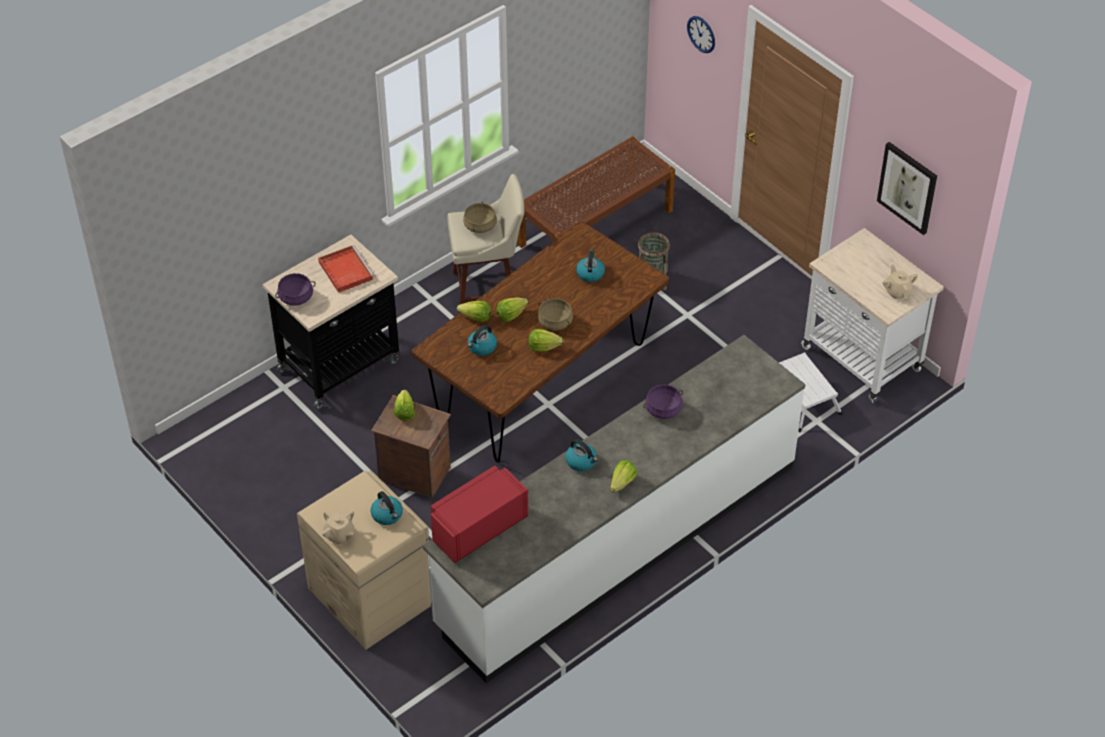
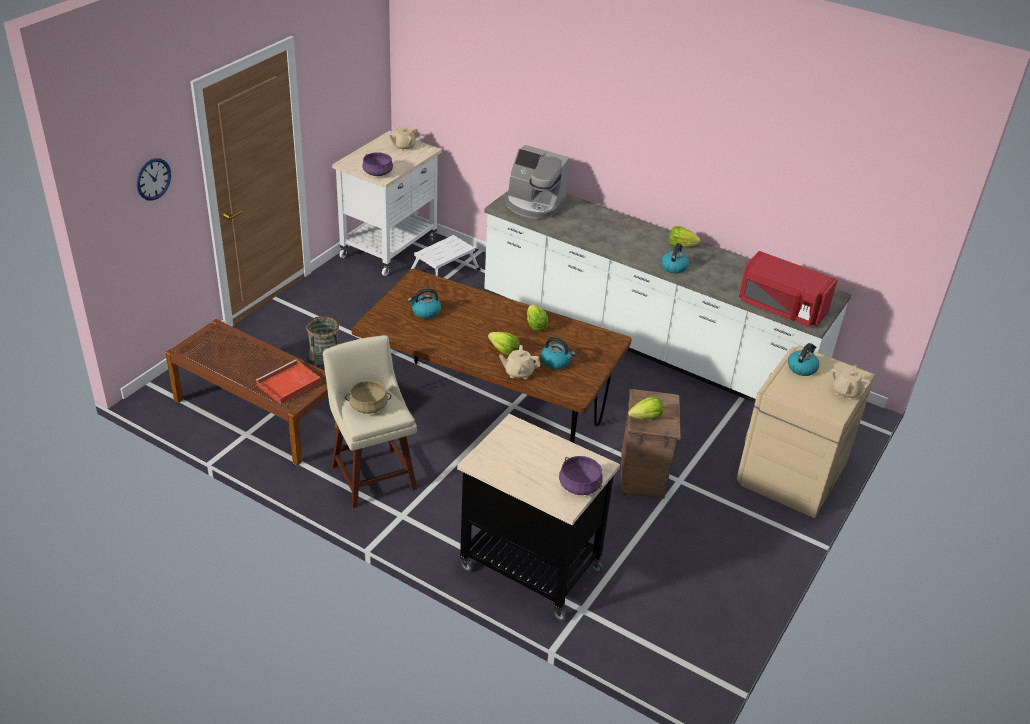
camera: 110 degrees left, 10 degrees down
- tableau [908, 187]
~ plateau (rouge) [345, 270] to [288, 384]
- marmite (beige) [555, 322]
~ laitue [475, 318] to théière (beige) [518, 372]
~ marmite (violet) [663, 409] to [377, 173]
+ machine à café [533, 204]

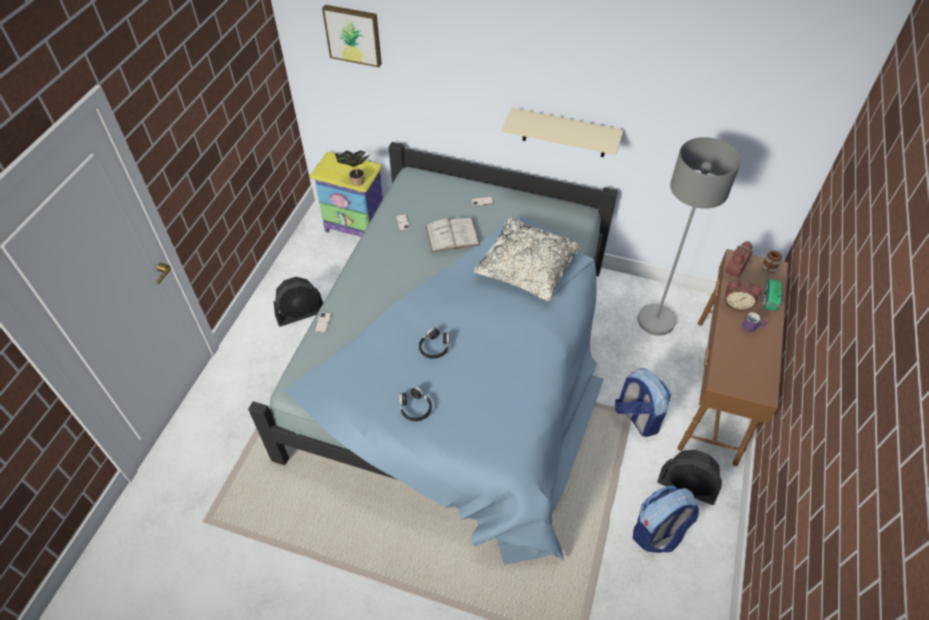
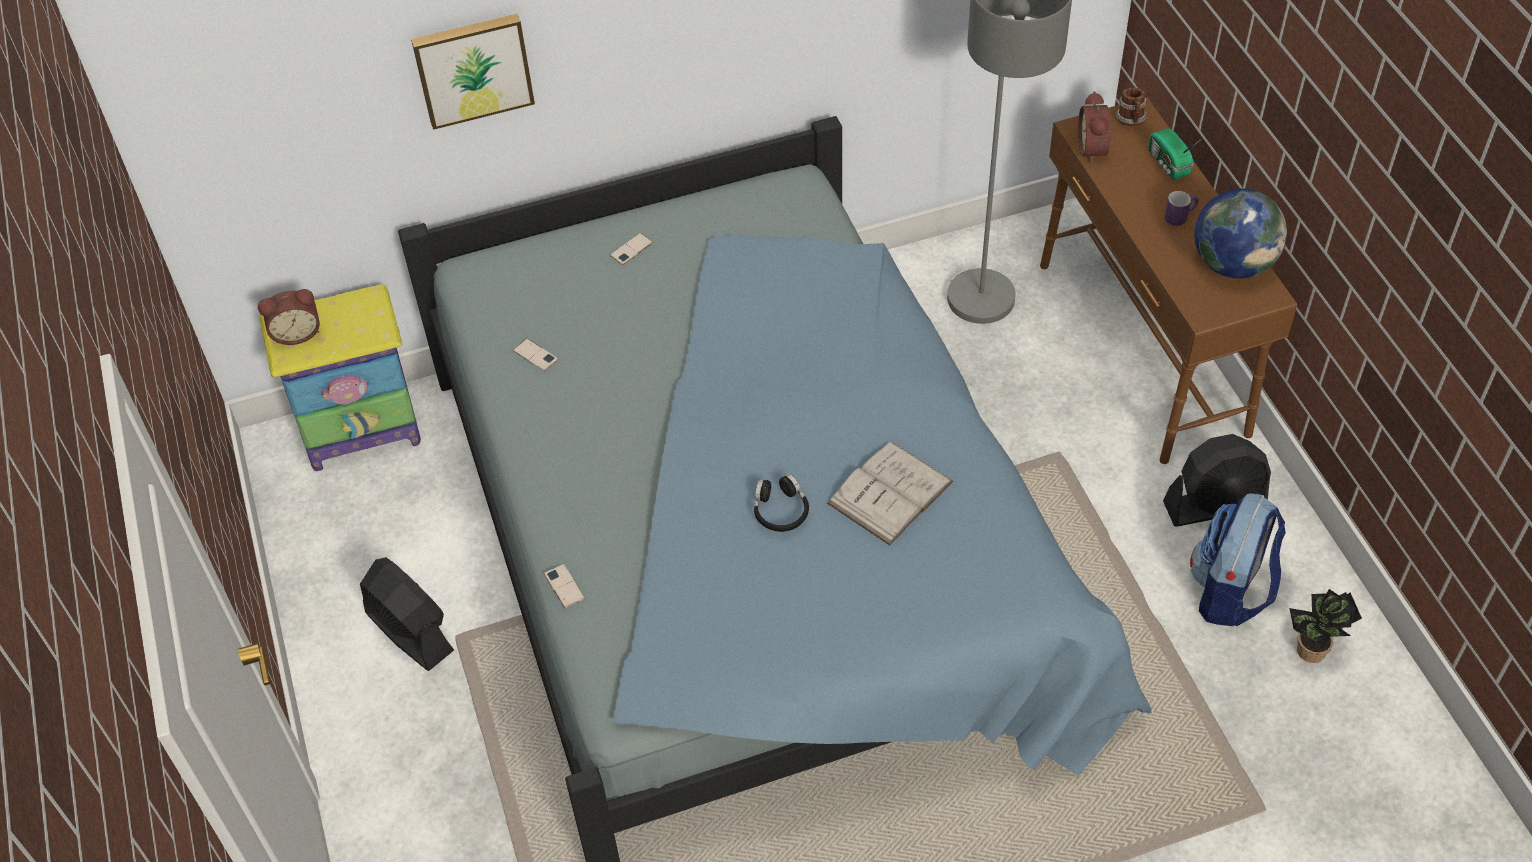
camera: 35 degrees left, 0 degrees up
~ tableau [353, 34] to [473, 68]
- étagère (beige) [564, 133]
~ plante en pot [356, 182] to [1310, 654]
~ livre (blanc) [452, 235] to [890, 492]
- coussin (beige) [527, 266]
~ ventilateur (noir) [300, 313] = [409, 631] 75 degrees counterclockwise
~ réveil [737, 304] to [296, 332]
- sac à dos [636, 417]
- casque audio (noir) [415, 408]
+ globe [1232, 264]

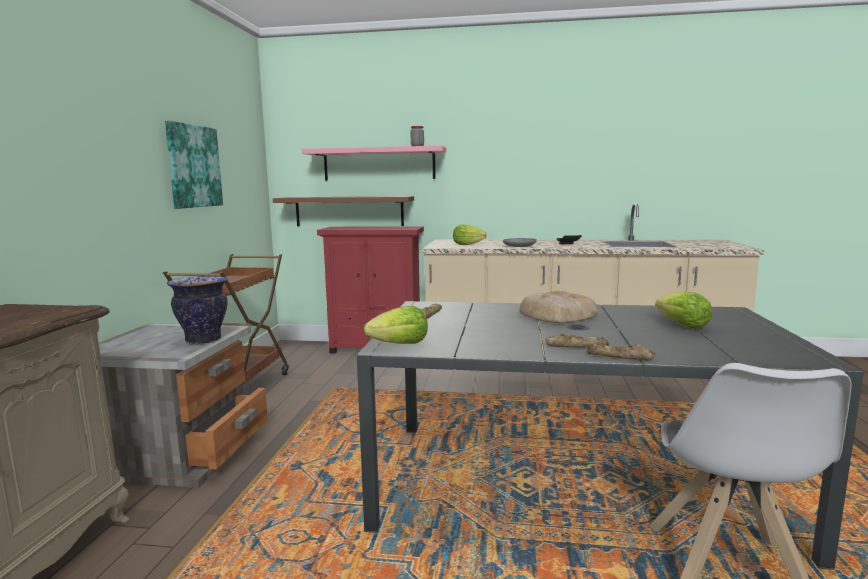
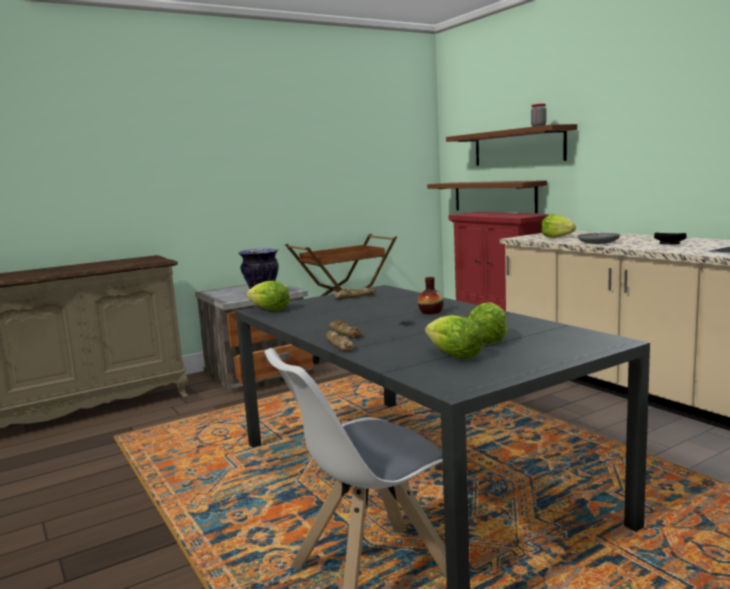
camera: 50 degrees right, 0 degrees up
- tableau [193, 166]
~ étagère (rose) [379, 164] to étagère (marron) [518, 147]
~ pain [556, 315] to vase [431, 312]
+ laitue [454, 356]

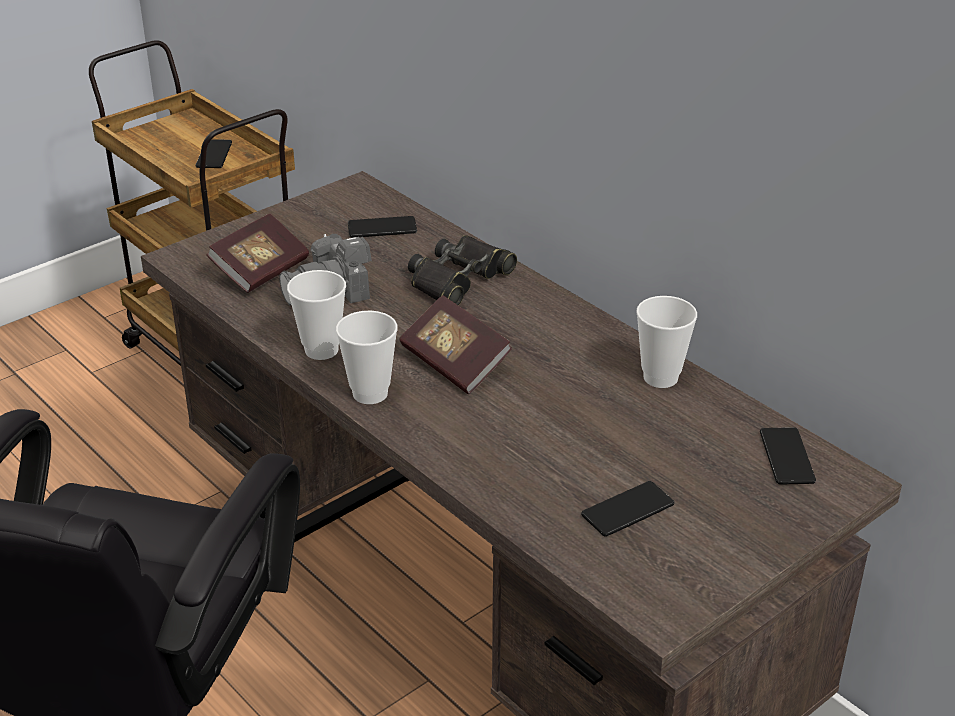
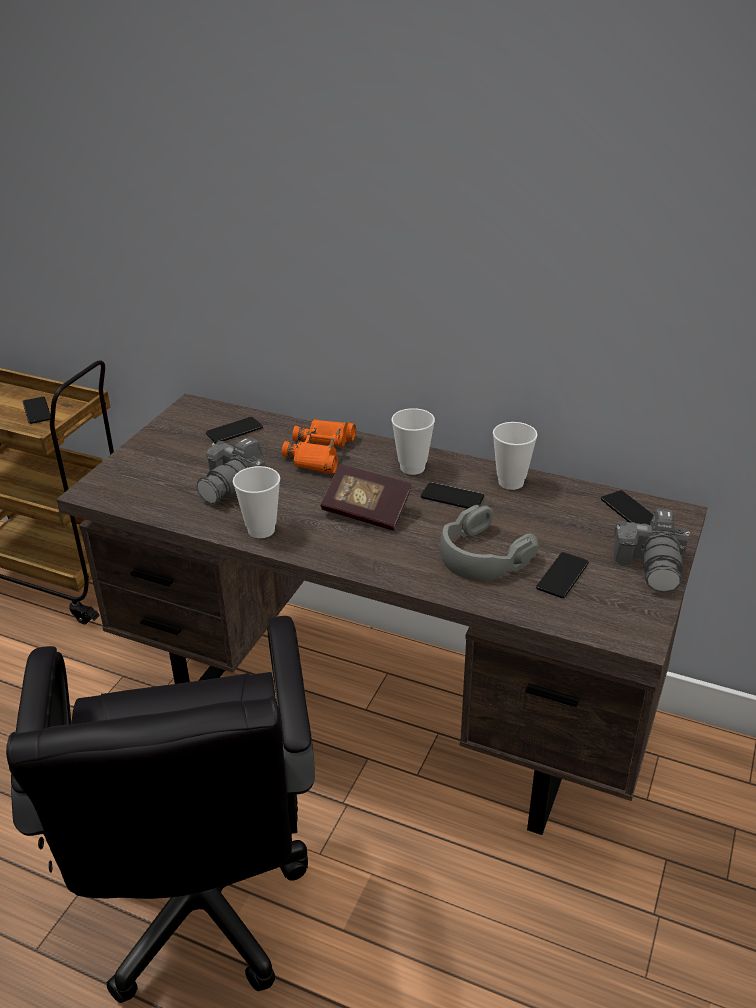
camera: 25 degrees left, 0 degrees up
- livre [260, 271]
~ jumelles (noir) [458, 279] to jumelles (orange) [320, 453]
~ tasse [370, 393] to [412, 468]
+ téléphone [452, 497]
+ casque audio (gris) [482, 555]
+ appareil photo [652, 566]

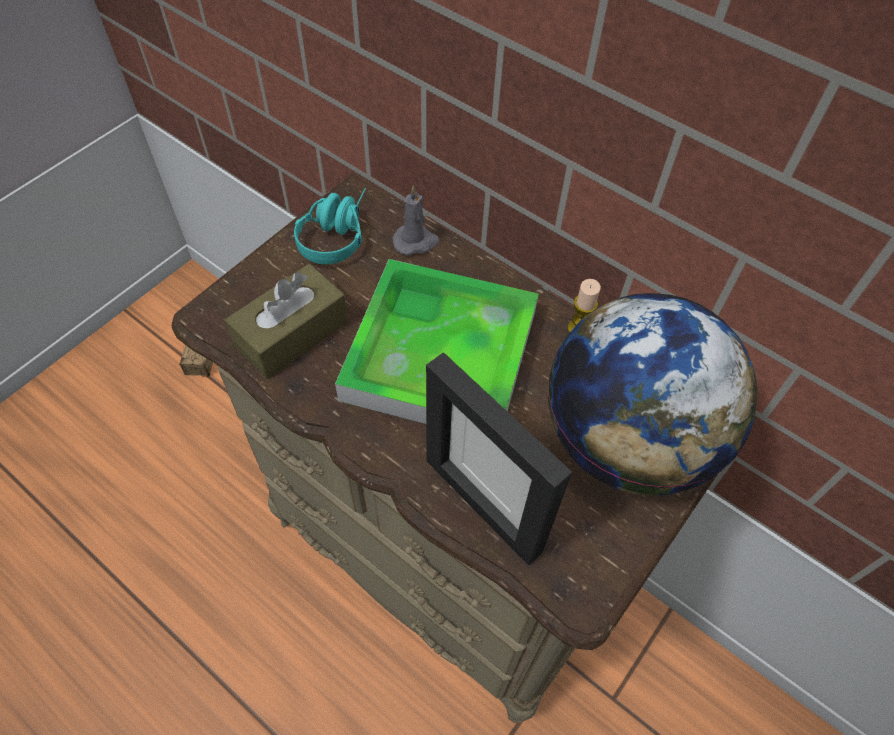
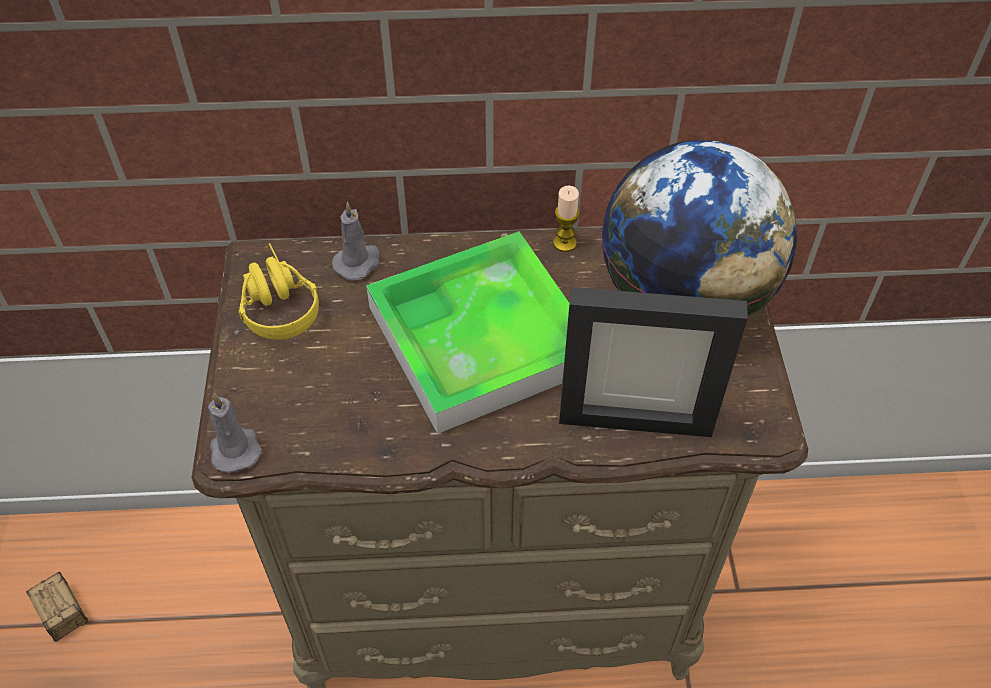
camera: 40 degrees left, 5 degrees down
~ casque audio (turquoise) [336, 233] to casque audio (jaune) [276, 302]
- boîte à mouchoirs (marron) [292, 333]
+ bougie (gris) [235, 448]

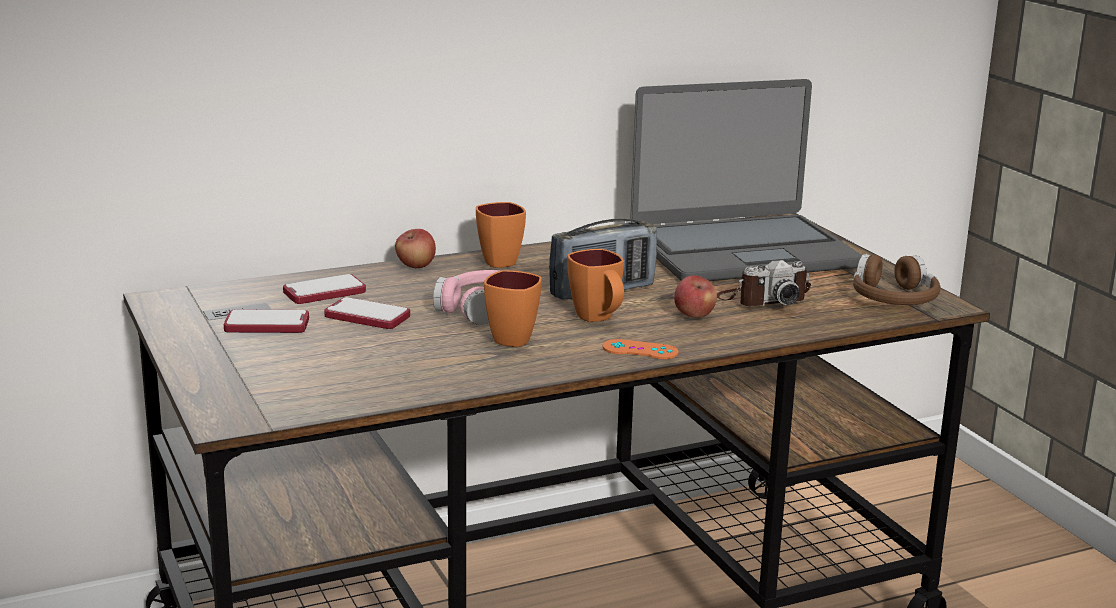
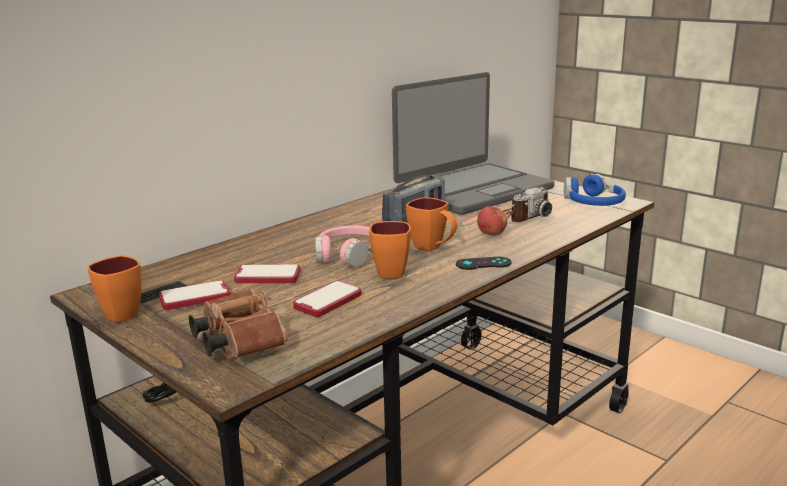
camera: 20 degrees left, 0 degrees up
~ mug (orange) [496, 260] to [117, 313]
- pomme [415, 266]
~ casque audio (marron) [893, 298] to casque audio (bleu) [592, 203]
~ téléphone [324, 292] to [328, 301]
~ manette (orange) [640, 350] to manette (noir) [483, 264]
+ jumelles (marron) [238, 341]

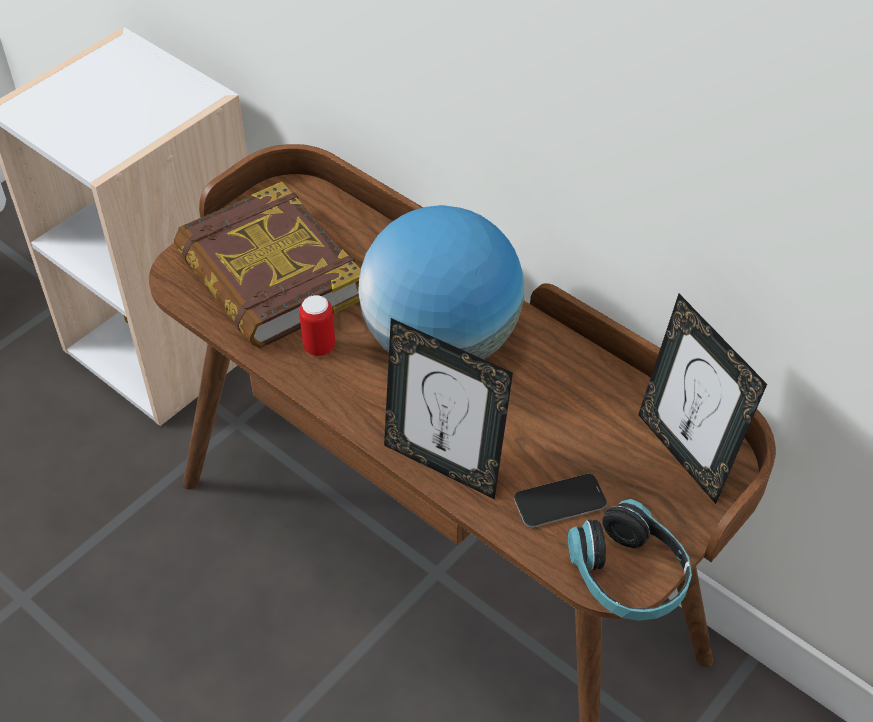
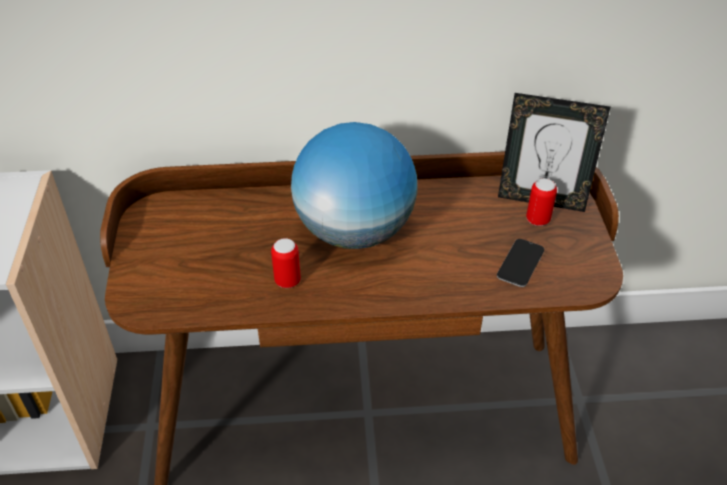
camera: 45 degrees left, 5 degrees down
- livre [269, 276]
- cadre photo [443, 464]
- casque audio [628, 575]
+ boîte métallique [537, 220]

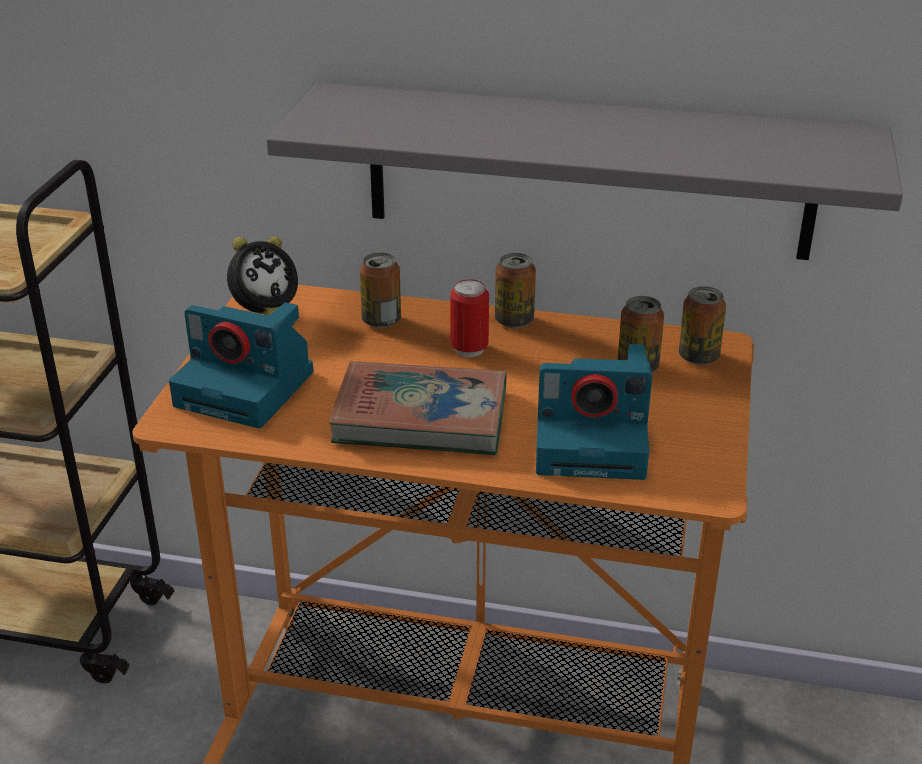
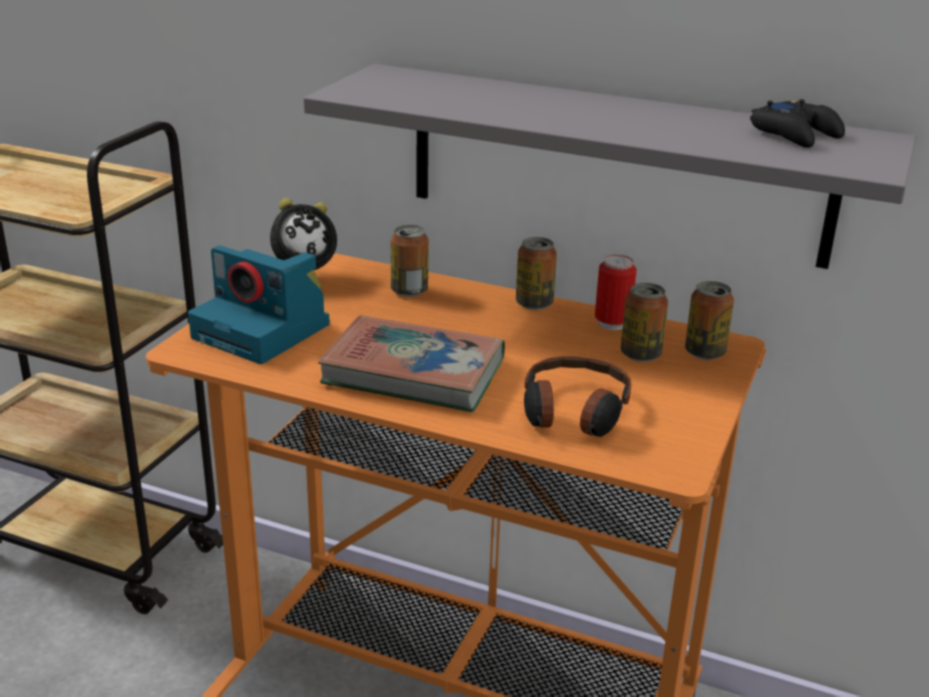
camera: 10 degrees right, 5 degrees down
~ boîte métallique [469, 349] to [612, 323]
~ appareil photo [593, 441] to casque audio [573, 412]
+ manette (noir) [796, 134]

